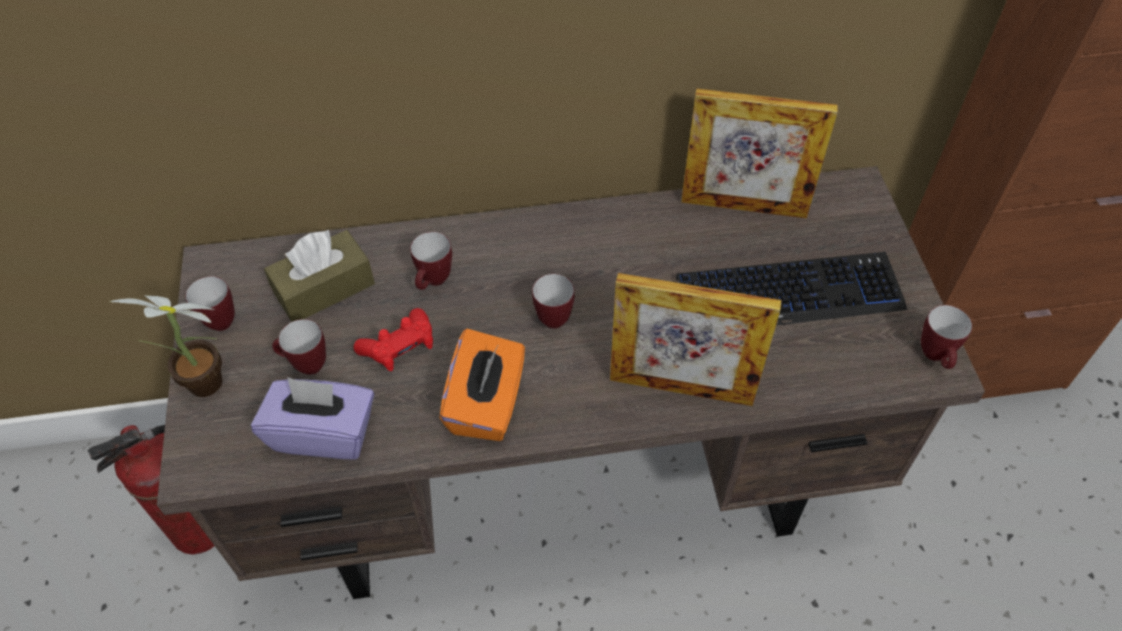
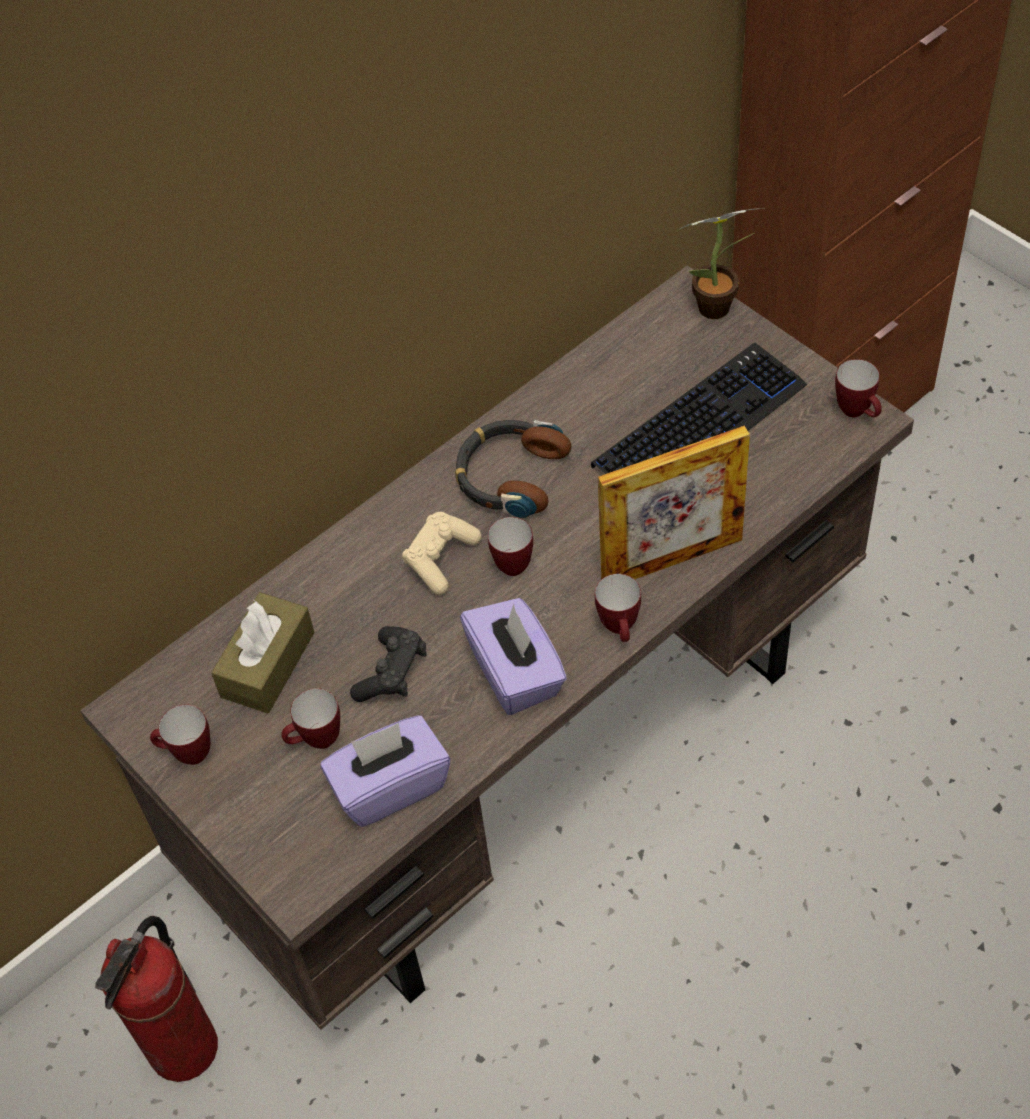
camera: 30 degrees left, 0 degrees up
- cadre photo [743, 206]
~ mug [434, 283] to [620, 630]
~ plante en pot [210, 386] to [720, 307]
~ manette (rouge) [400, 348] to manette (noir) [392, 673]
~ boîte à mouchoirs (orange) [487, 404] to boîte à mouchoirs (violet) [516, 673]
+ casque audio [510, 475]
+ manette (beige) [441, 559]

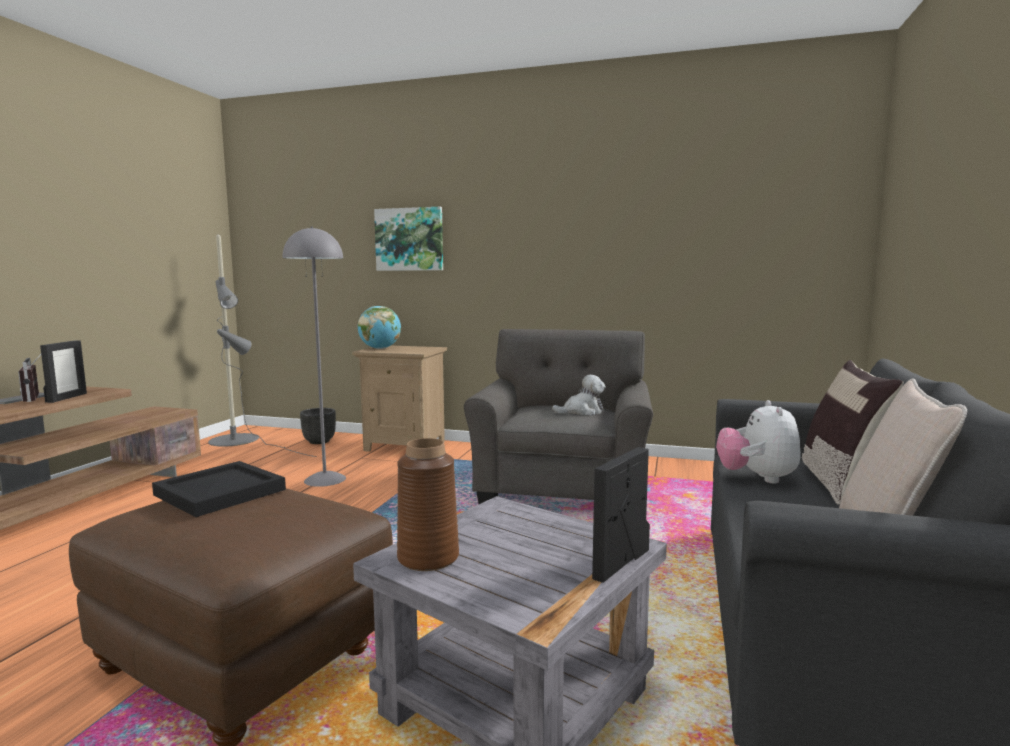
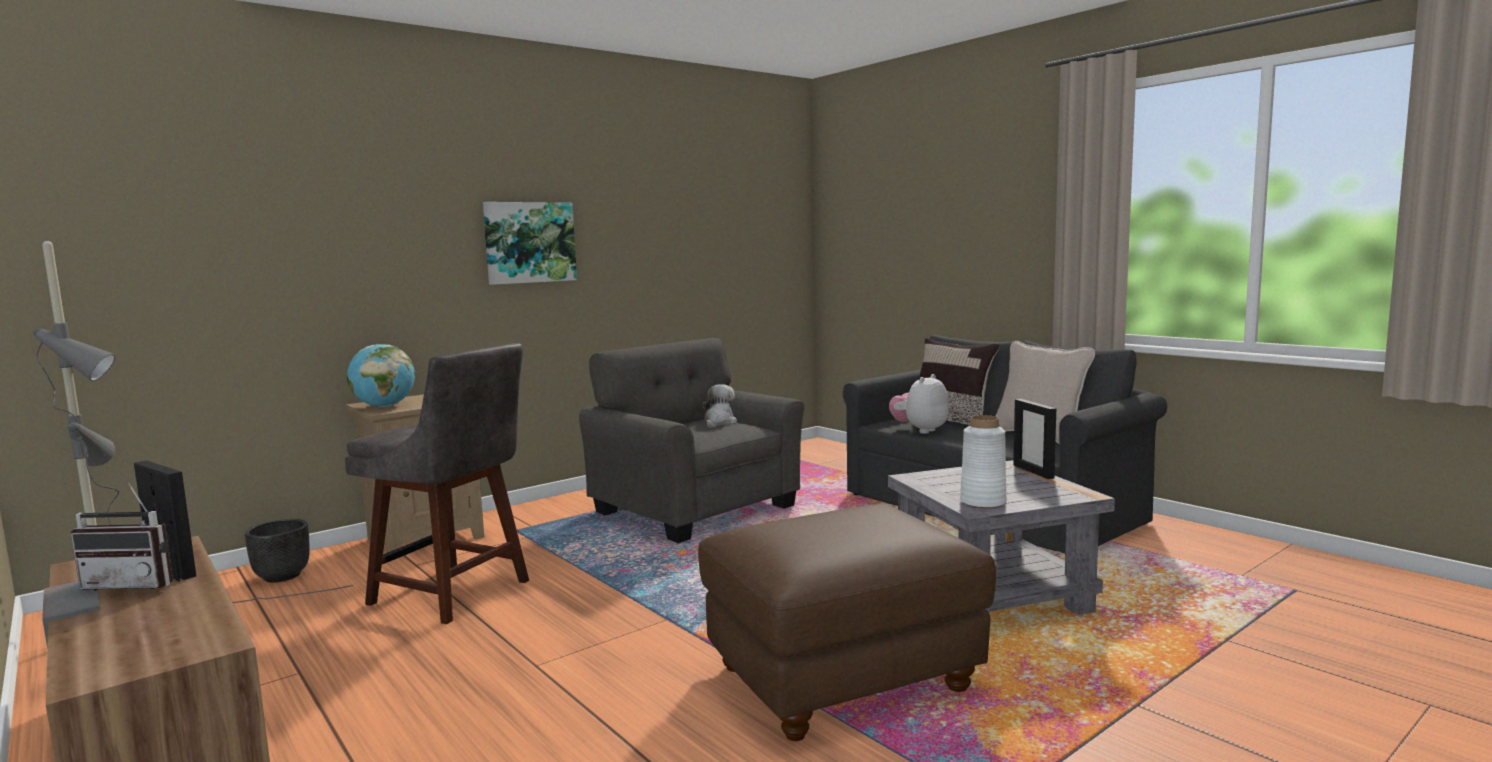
camera: 55 degrees left, 0 degrees up
~ tableau [409, 239] to [529, 242]
~ lampadaire (gris) [324, 479] to tabouret (gris) [454, 593]
~ peluche [757, 478] = [920, 430] 90 degrees clockwise
~ vase (marron) [428, 558] to vase (blanc) [983, 502]
- plateau (noir) [219, 493]

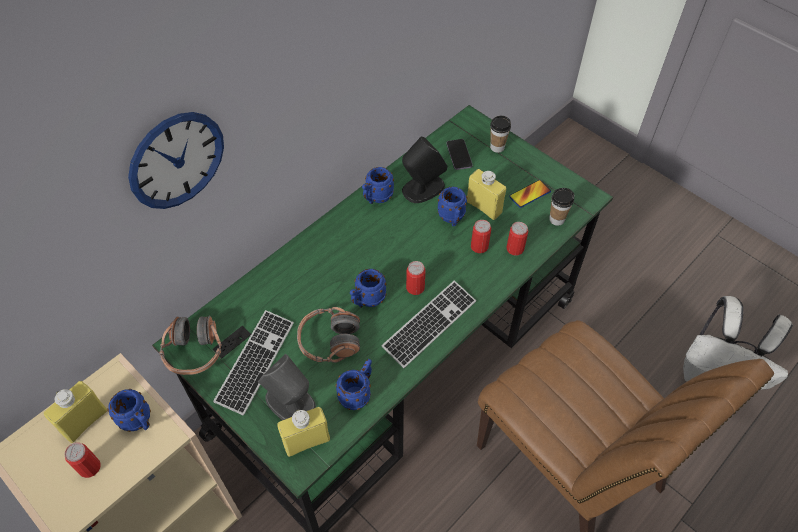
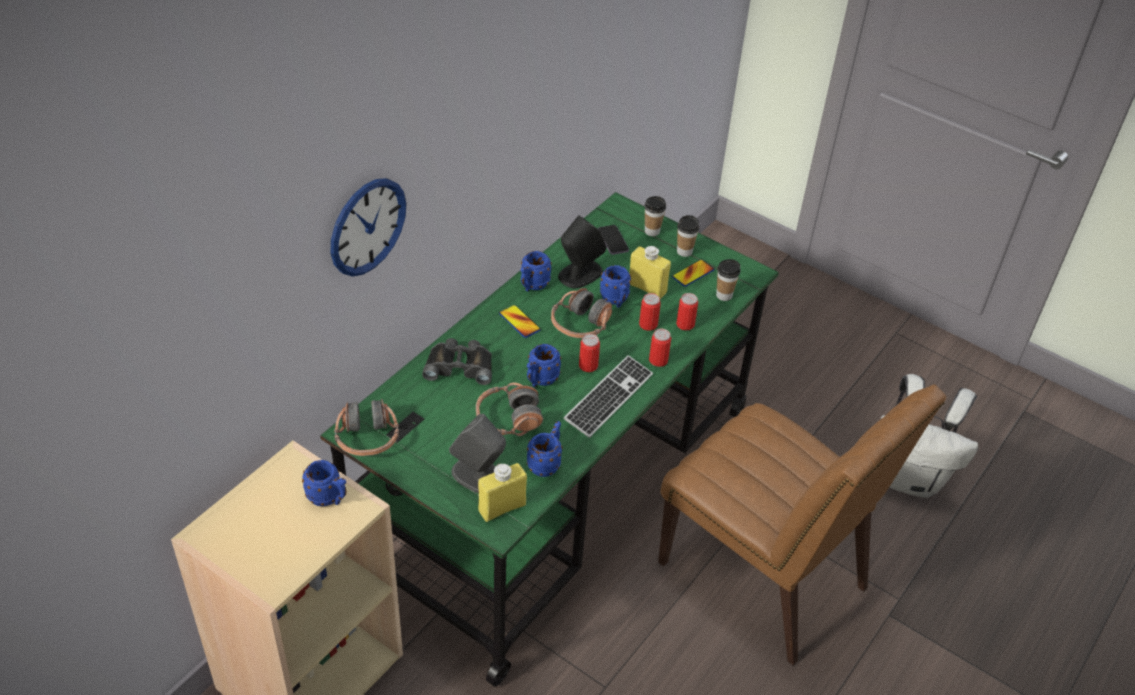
camera: 10 degrees left, 10 degrees down
- clavier [255, 362]
- bouteille (jaune) [84, 422]
~ boîte métallique [89, 467] to [658, 360]
+ tasse [684, 251]
+ casque audio [580, 324]
+ téléphone [519, 322]
+ jumelles (noir) [459, 366]

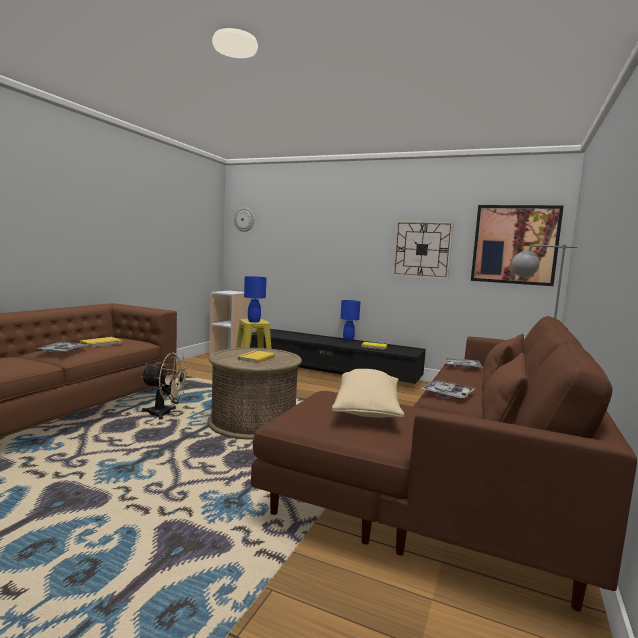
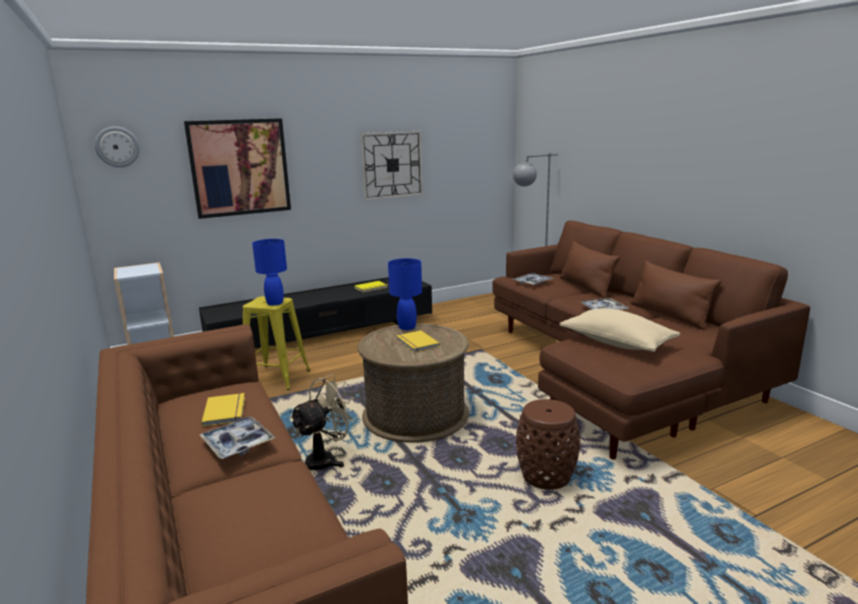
camera: 50 degrees left, 10 degrees up
~ tableau [515, 244] to [240, 167]
~ lampe de table (bleu) [348, 340] to [407, 327]
+ tabouret (marron) [546, 476]

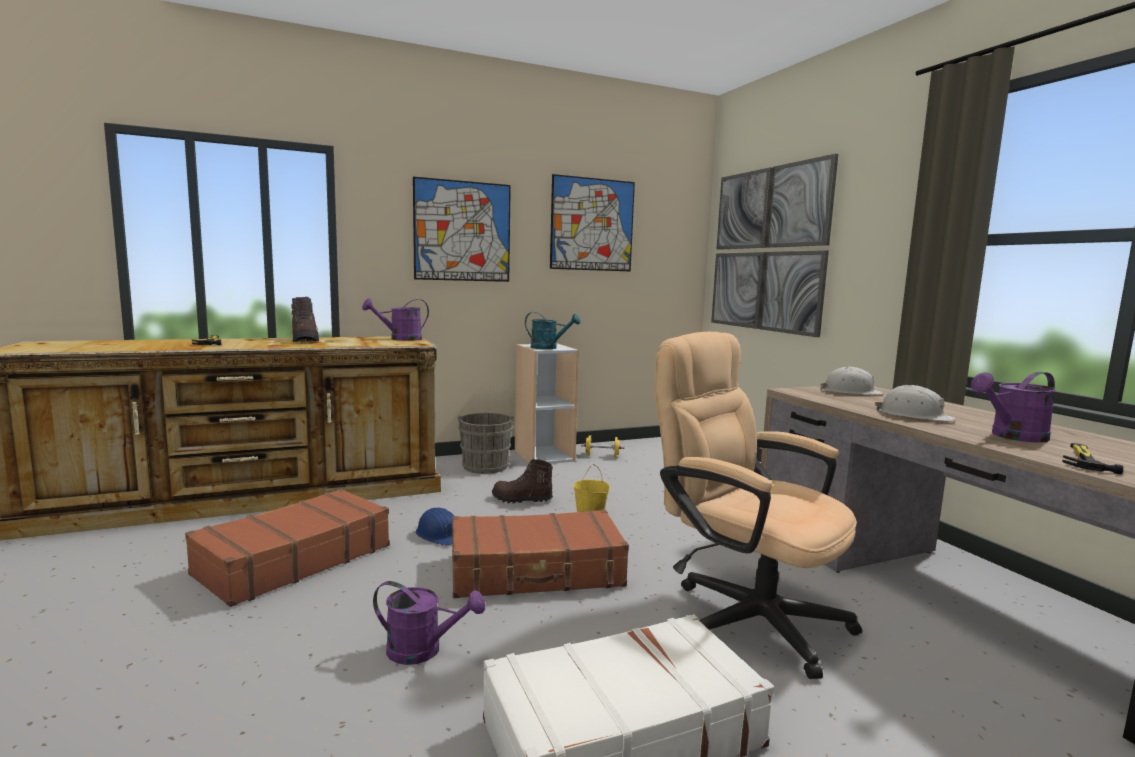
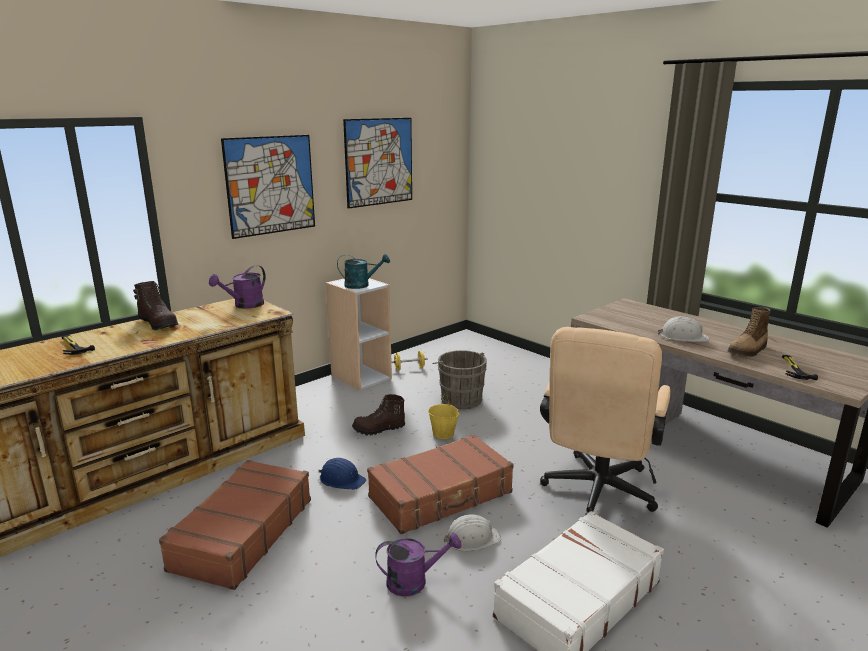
camera: 20 degrees left, 10 degrees up
- tableau [767, 250]
~ chaise de bureau (beige) [744, 613] = [596, 494] 90 degrees counterclockwise
~ casque de chantier (blanc) [850, 392] to [472, 539]
~ arrosoir (violet) [1012, 437] to botte [748, 351]
~ seau (gris) [485, 465] to [460, 399]

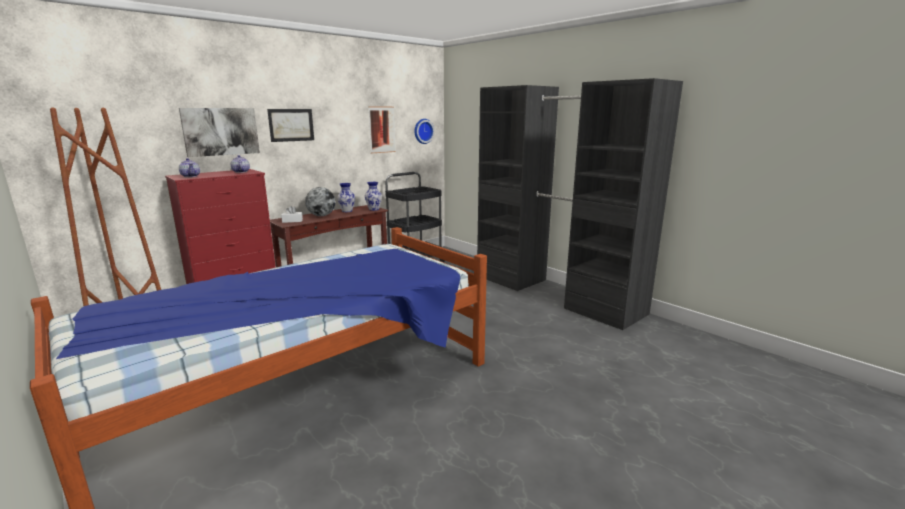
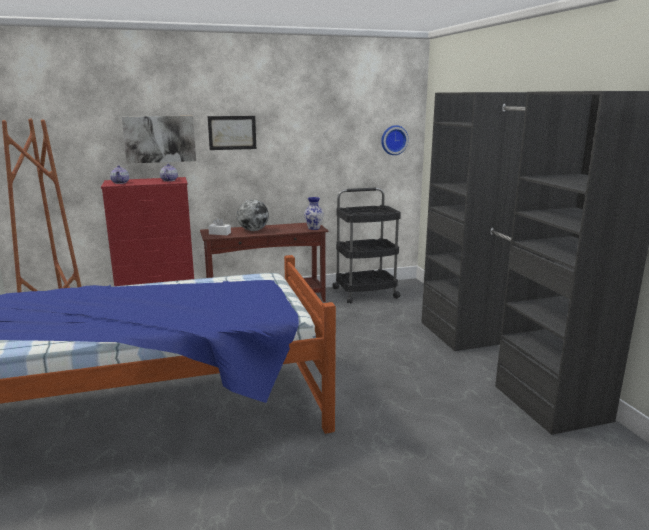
camera: 25 degrees right, 0 degrees up
- tableau [382, 129]
- vase [346, 211]

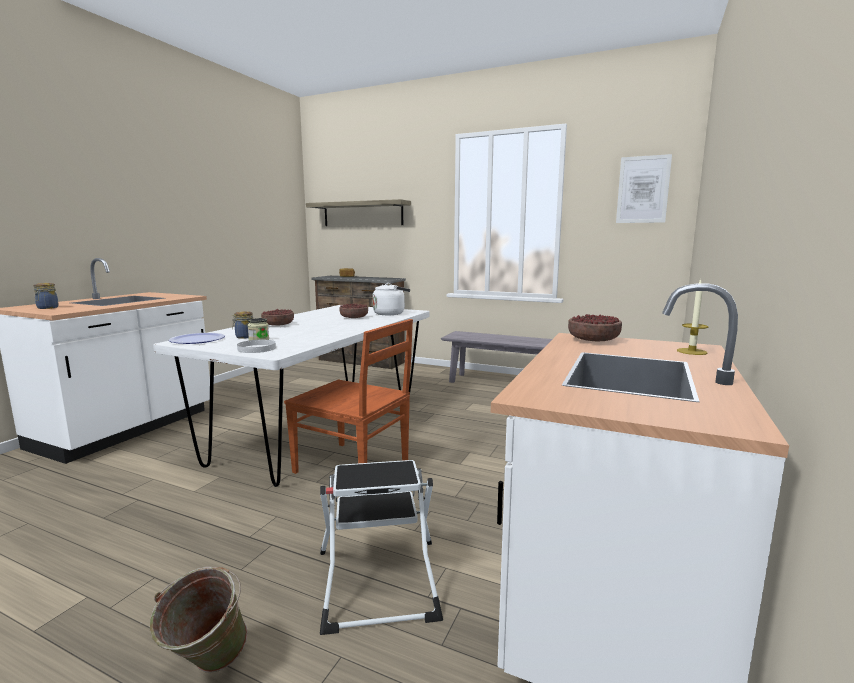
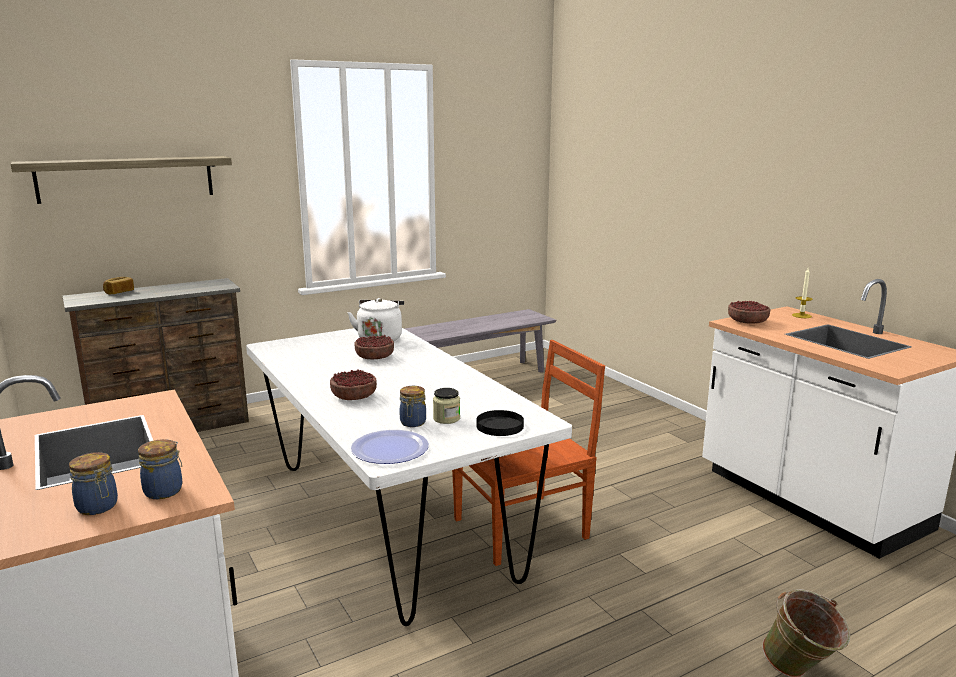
camera: 55 degrees left, 5 degrees up
- tableau [643, 189]
~ assiette (blanc) [257, 348] to assiette (noir) [500, 426]
- escabeau [379, 578]
+ bocal [165, 490]

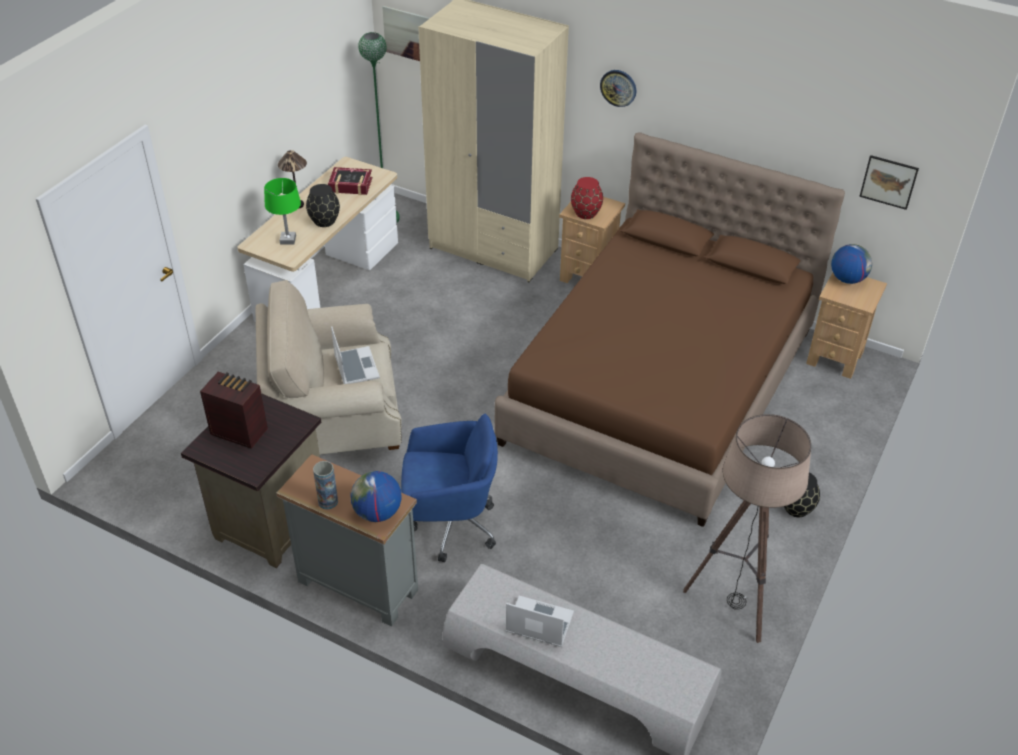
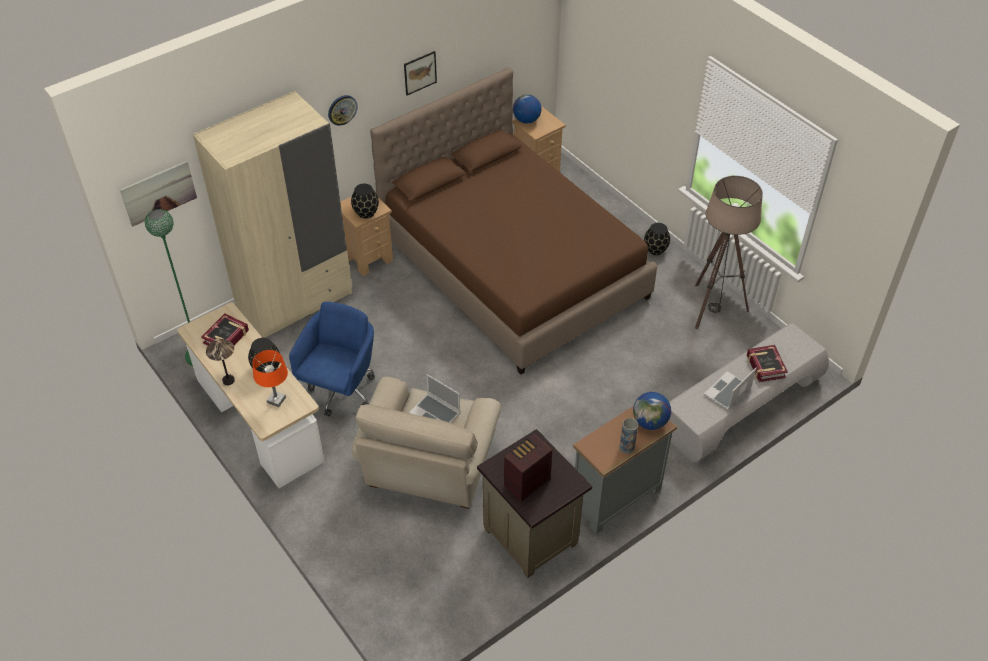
camera: 65 degrees left, 5 degrees up
~ tableau [888, 182] to [420, 73]
~ vase (rouge) [585, 213] to vase (noir) [365, 213]
~ lampe de table (vert) [288, 240] to lampe de table (orange) [276, 400]
~ ordinateur portable [355, 367] = [436, 413] 150 degrees counterclockwise
~ chaise de bureau (bleu) [450, 528] to [341, 394]
+ livre [765, 366]

